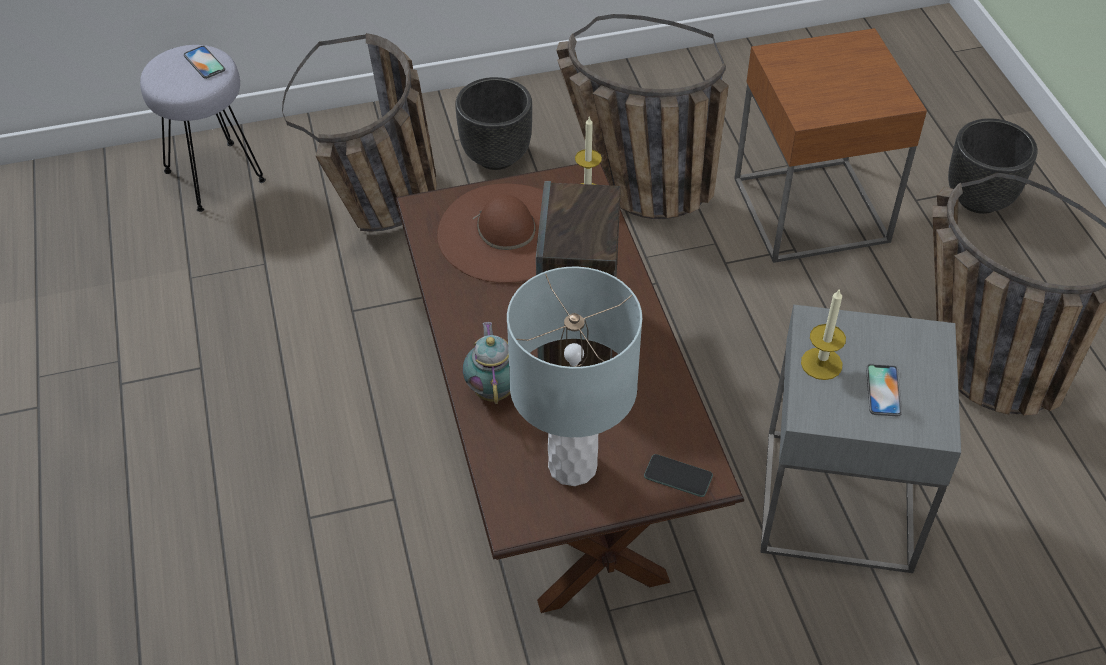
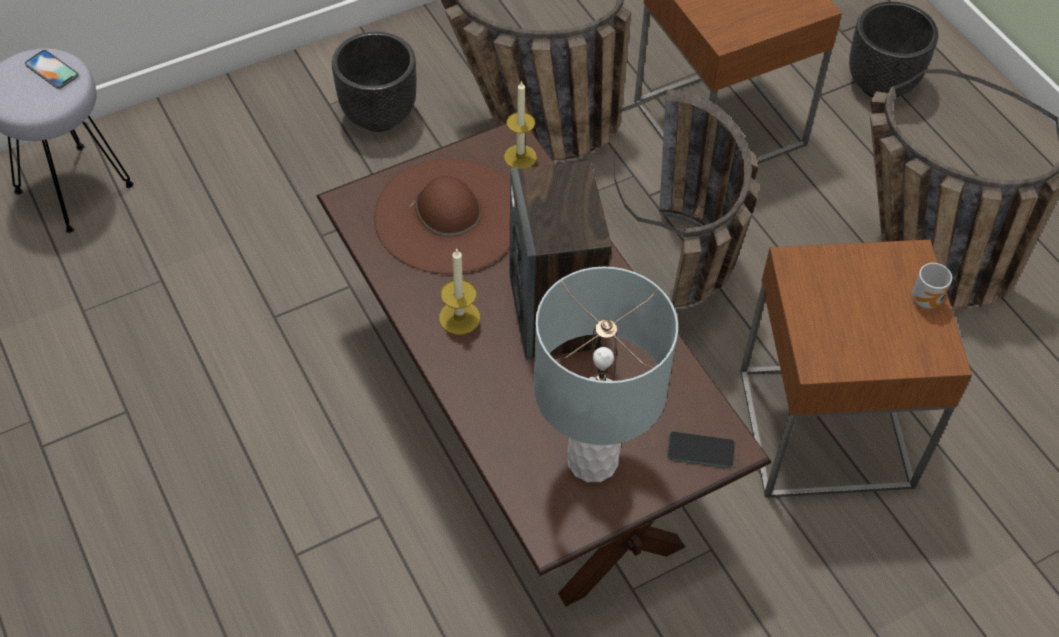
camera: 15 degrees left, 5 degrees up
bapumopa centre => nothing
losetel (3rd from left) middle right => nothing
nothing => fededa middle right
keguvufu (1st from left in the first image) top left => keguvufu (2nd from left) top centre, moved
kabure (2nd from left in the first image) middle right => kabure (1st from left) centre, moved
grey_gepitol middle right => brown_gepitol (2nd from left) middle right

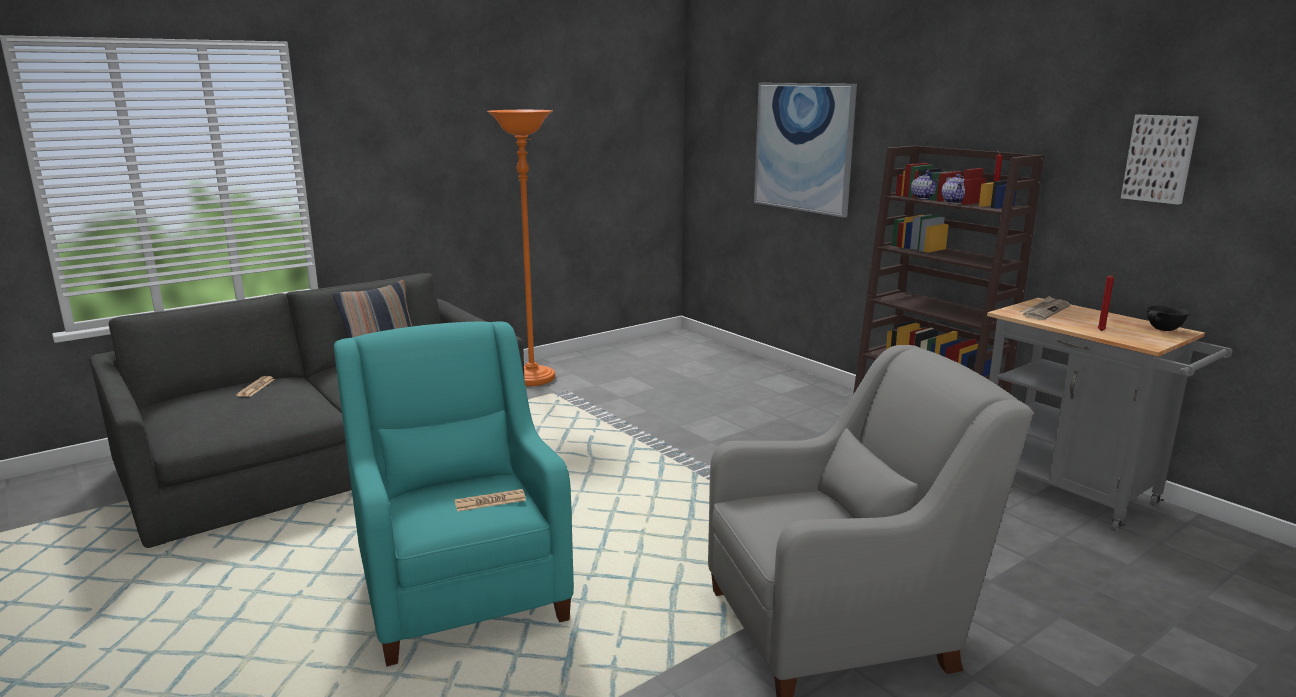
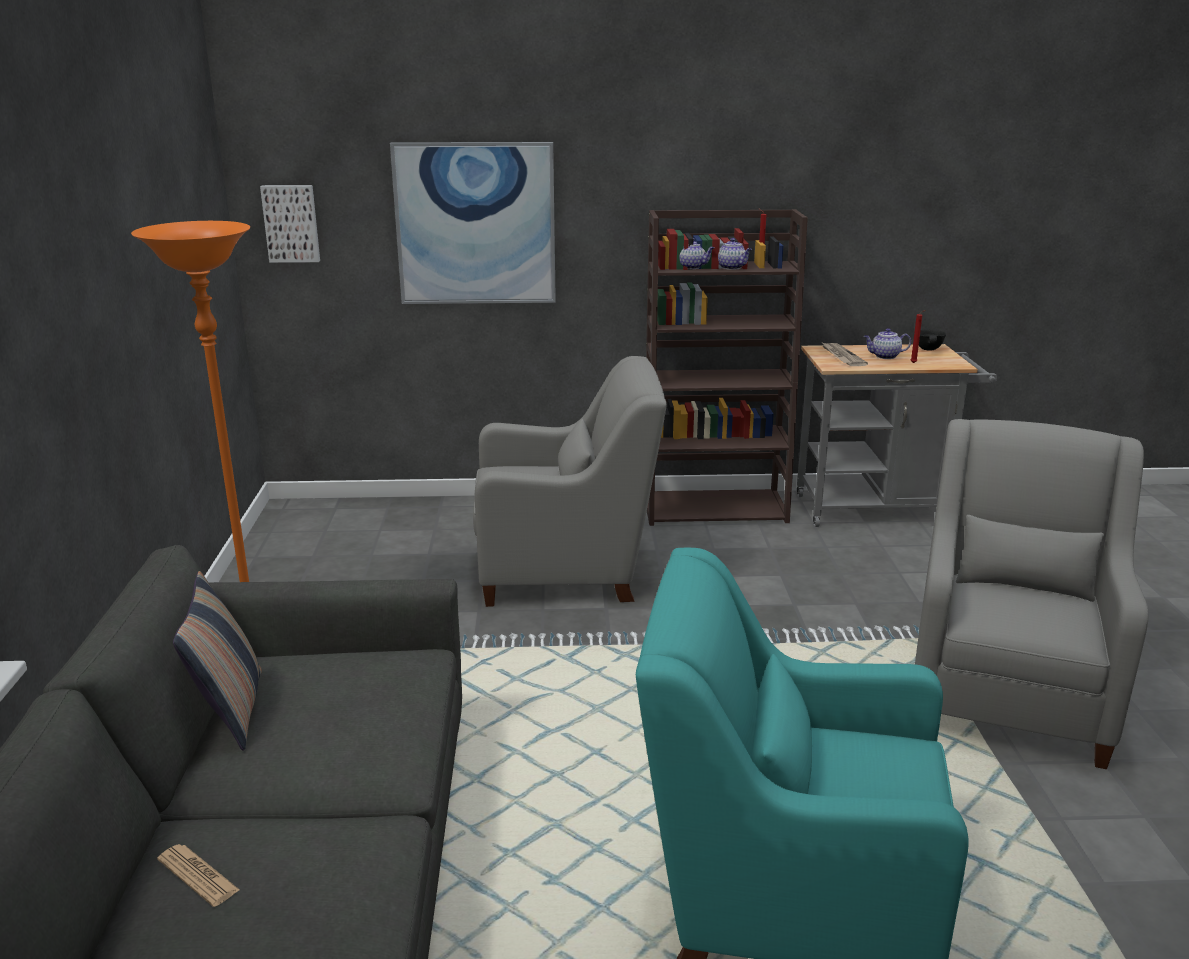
camera: 55 degrees left, 5 degrees up
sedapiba (2nd from left) bottom centre => nothing
nothing => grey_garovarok (1st from left) centre
nothing => bapumopa (3rd from left) middle right
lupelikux (2nd from left in the first image) top right => lupelikux (1st from left) top left, moved

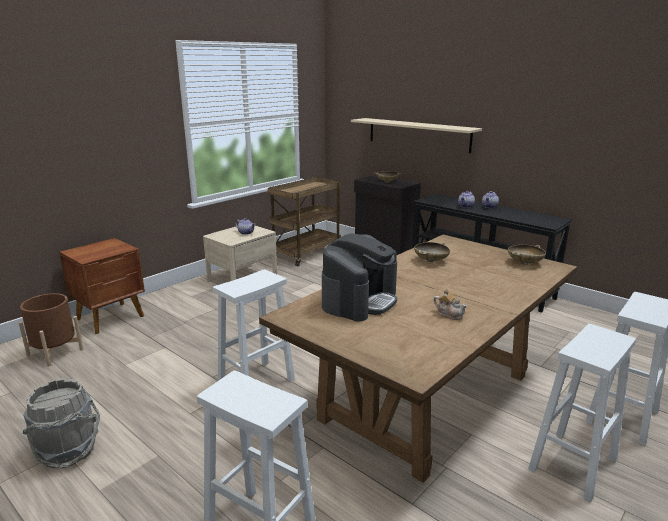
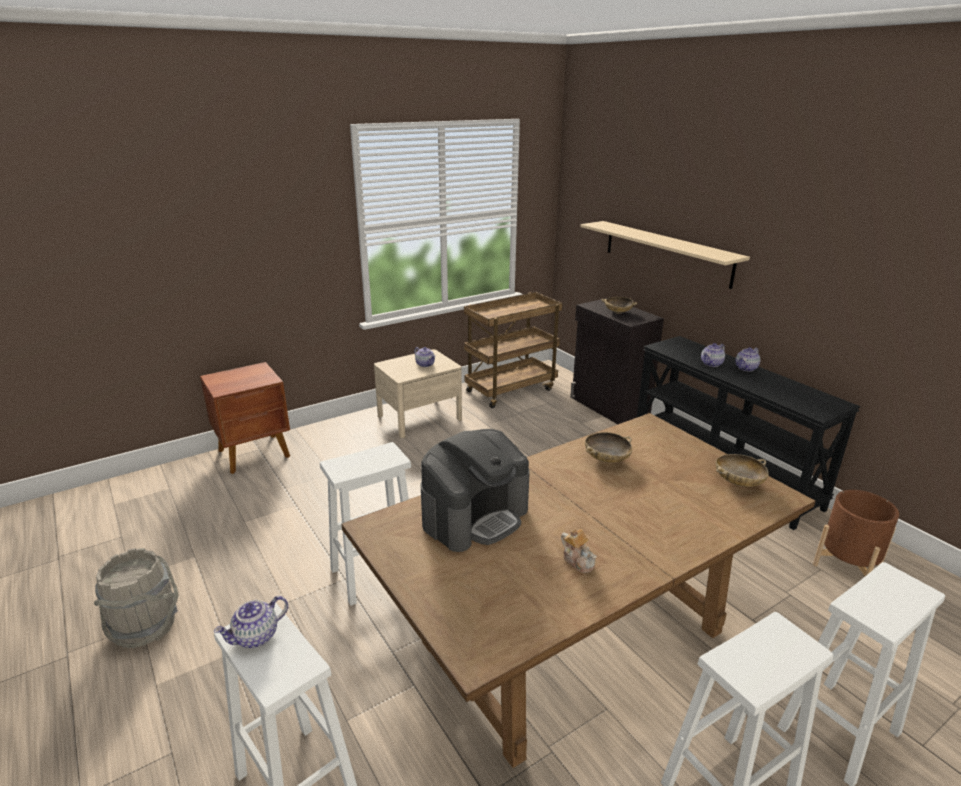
camera: 15 degrees right, 5 degrees up
nothing => bapumopa (1st from left) bottom left
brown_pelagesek middle left => brown_pelagesek bottom right, moved

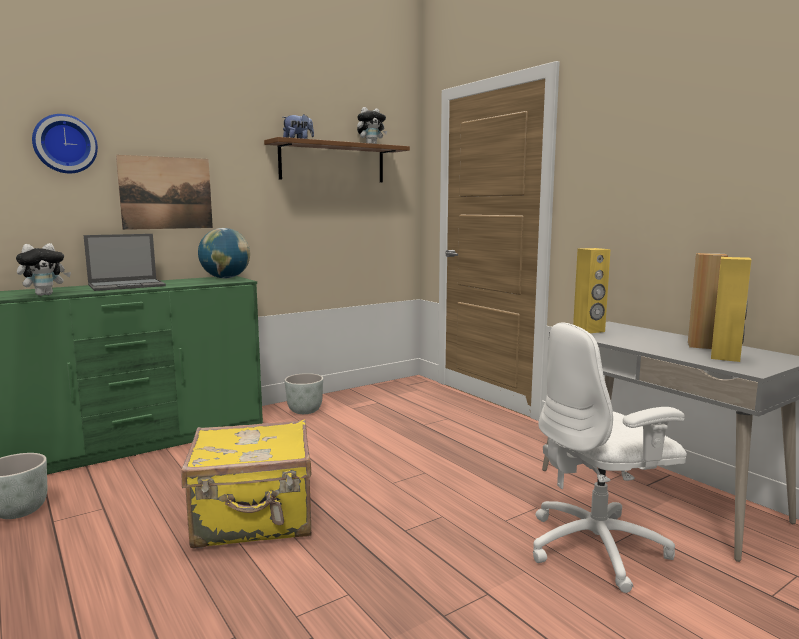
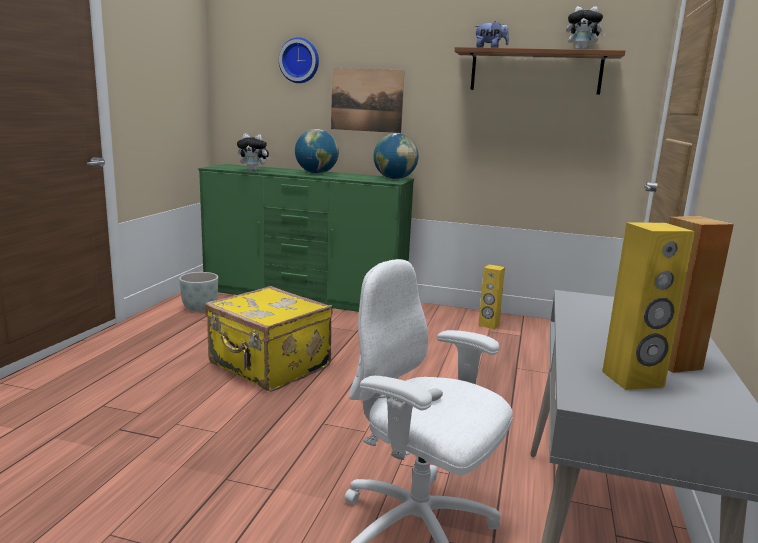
camera: 50 degrees right, 5 degrees up
grey_pelagesek (2nd from left) centre => nothing
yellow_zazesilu (1st from left) middle right => yellow_zazesilu (1st from left) centre, moved
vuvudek middle left => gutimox (1st from left) top centre

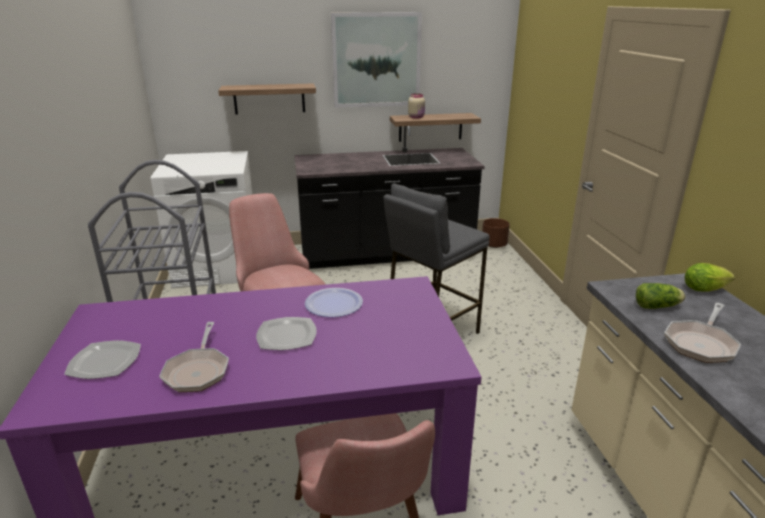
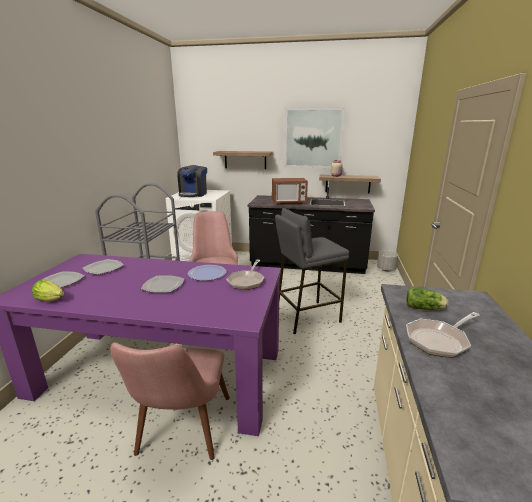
camera: 20 degrees right, 5 degrees down
nothing => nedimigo (2nd from left) middle left
nothing => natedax centre
nothing => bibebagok centre
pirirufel (1st from left) bottom left => pirirufel (1st from left) centre, moved
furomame (2nd from left in the first image) middle right => furomame (1st from left) middle left, moved
brown_pelagesek centre => grey_pelagesek middle right

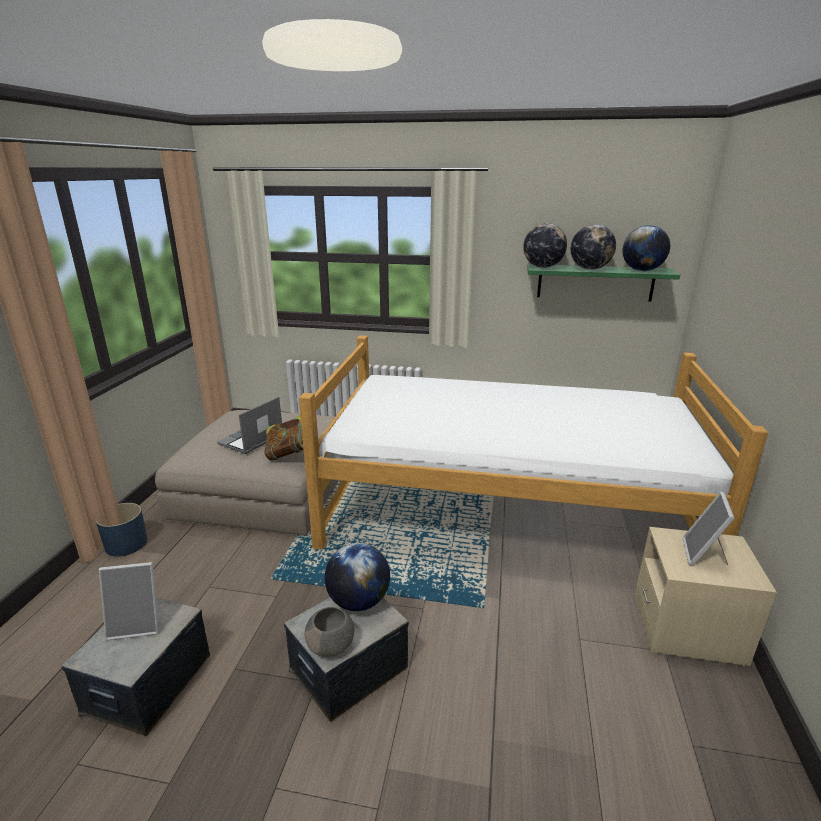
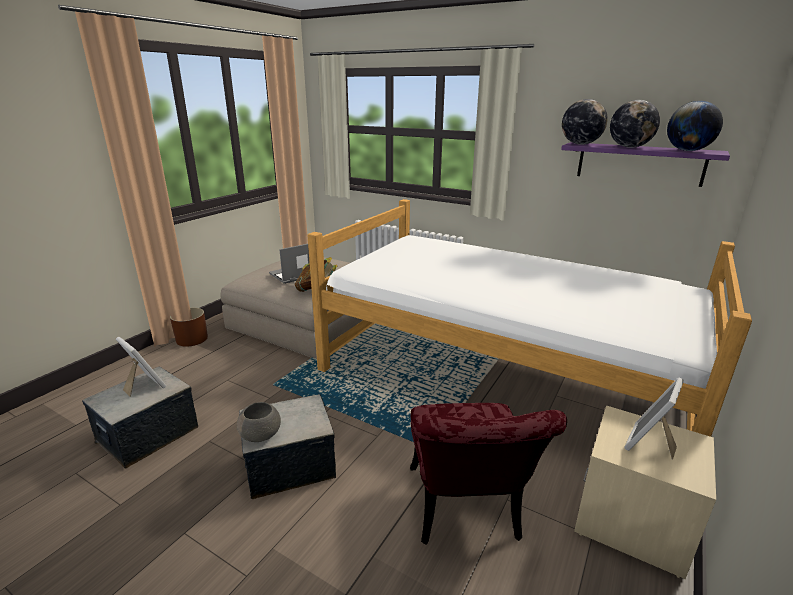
camera: 20 degrees right, 0 degrees up
gutimox (1st from left) bottom centre => nothing
nothing => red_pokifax bottom centre
blue_pelagesek middle left => brown_pelagesek middle left
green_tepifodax middle right => purple_tepifodax top right
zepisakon (1st from left) bottom left => zepisakon (1st from left) middle left, 150 degrees counterclockwise

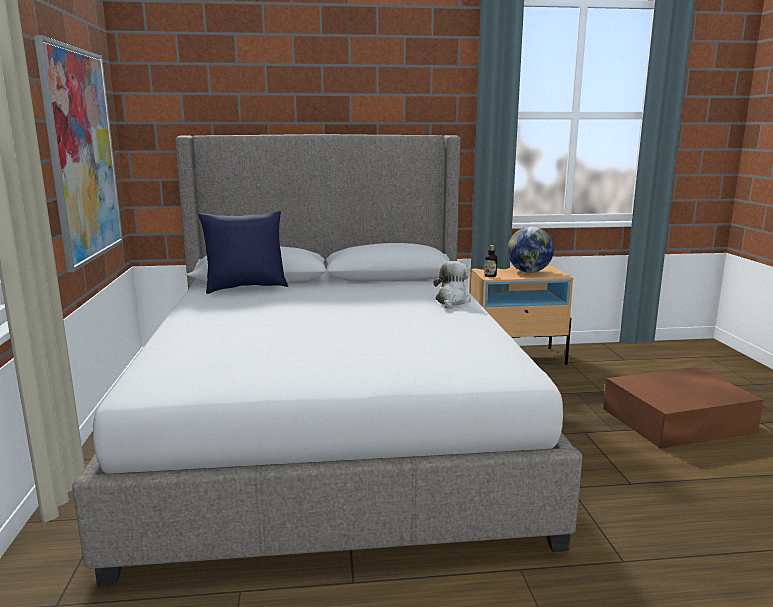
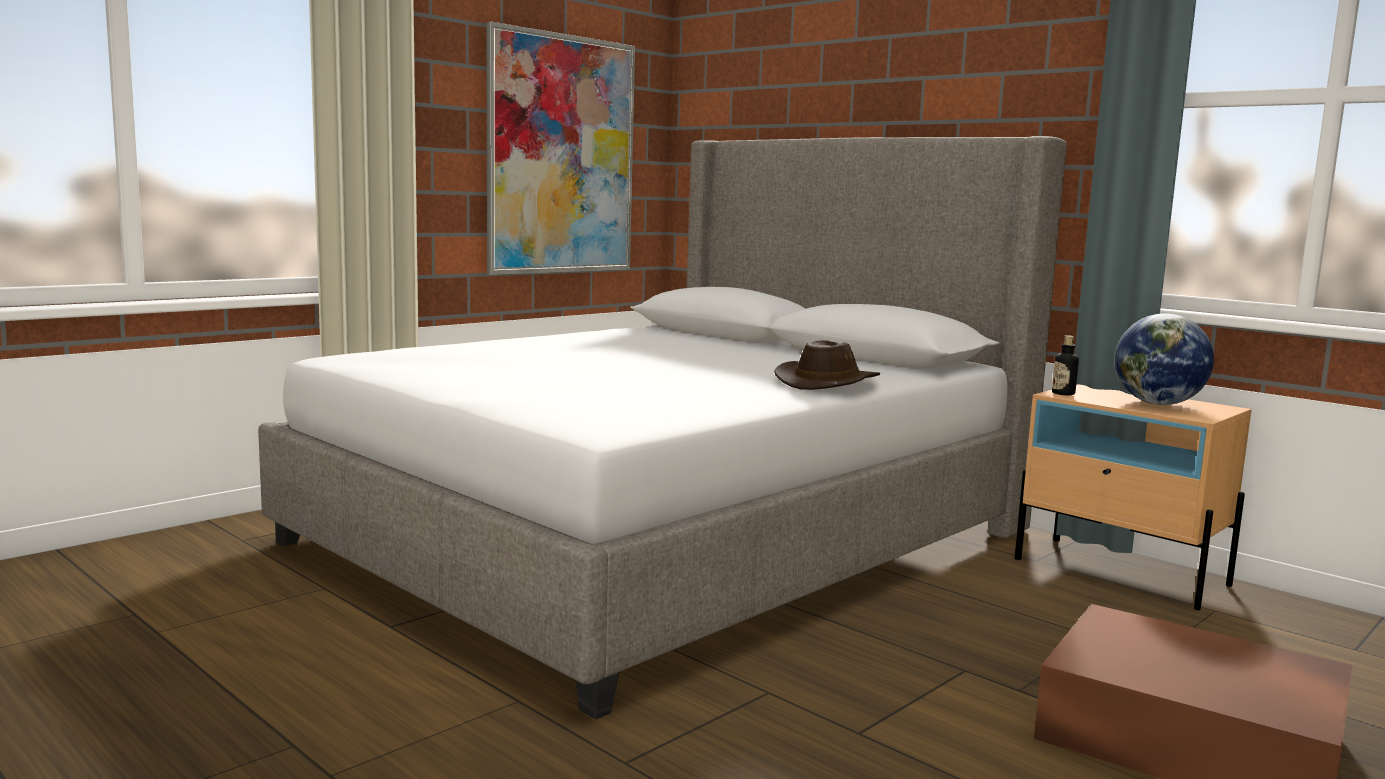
camera: 50 degrees right, 5 degrees down
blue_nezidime middle left => nothing
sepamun centre => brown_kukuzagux centre

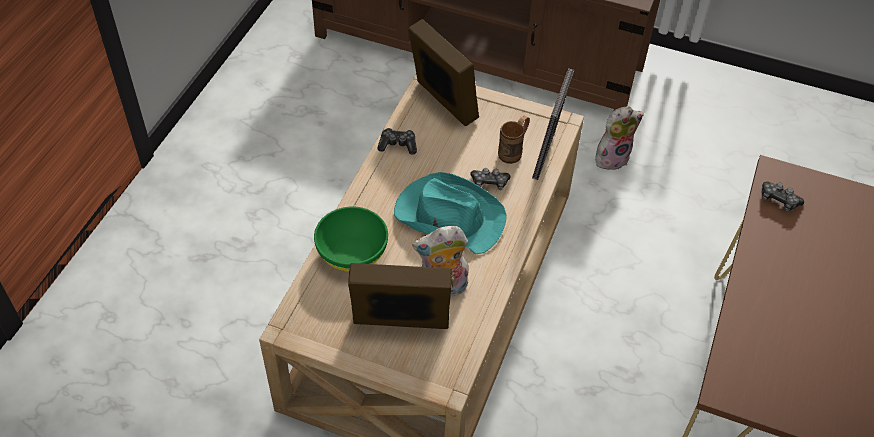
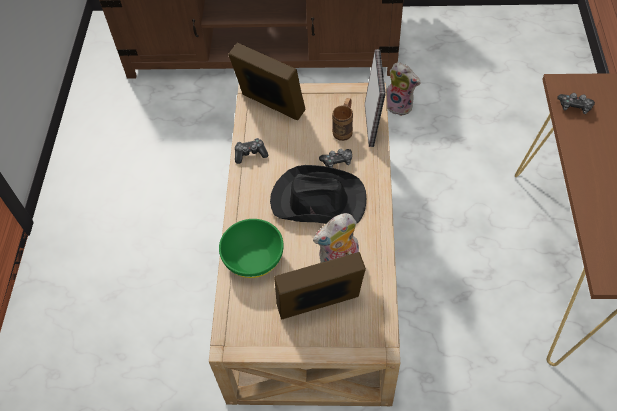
camera: 15 degrees left, 5 degrees up
turquoise_kukuzagux centre => black_kukuzagux centre
sepamun (2nd from left) top right => sepamun (2nd from left) top centre, 75 degrees clockwise

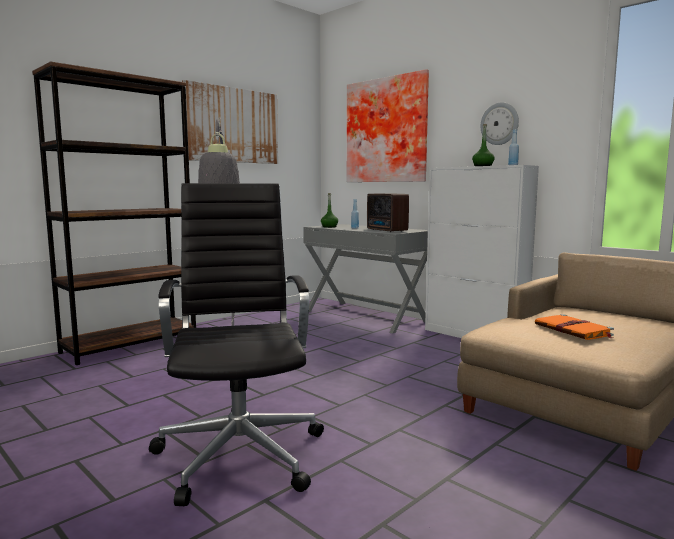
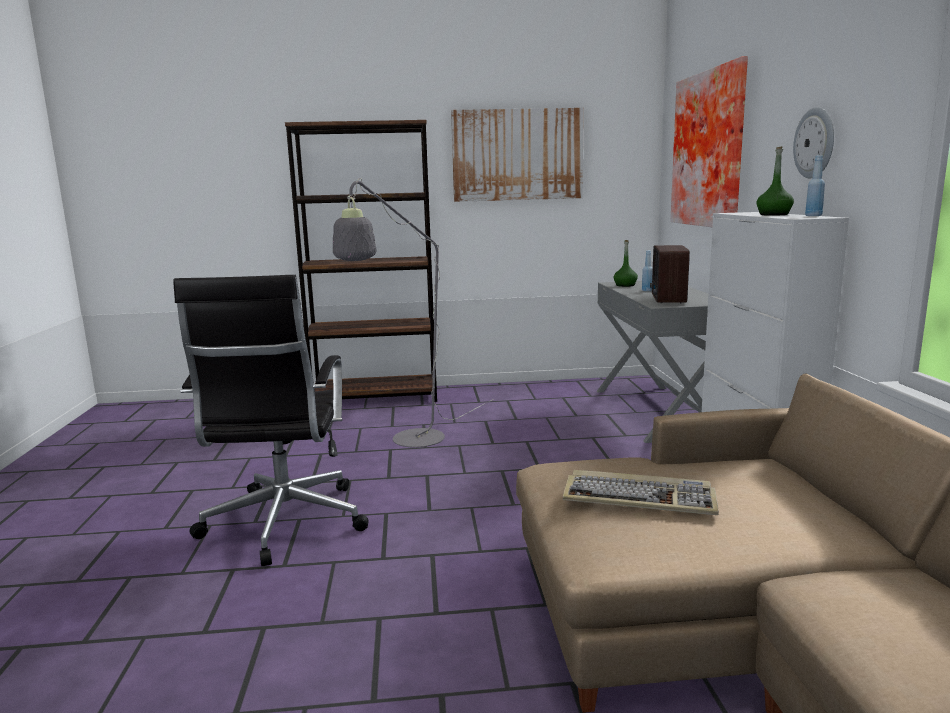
camera: 40 degrees right, 5 degrees up
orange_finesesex middle right => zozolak bottom right
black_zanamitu centre => black_zanamitu middle left, 150 degrees clockwise

